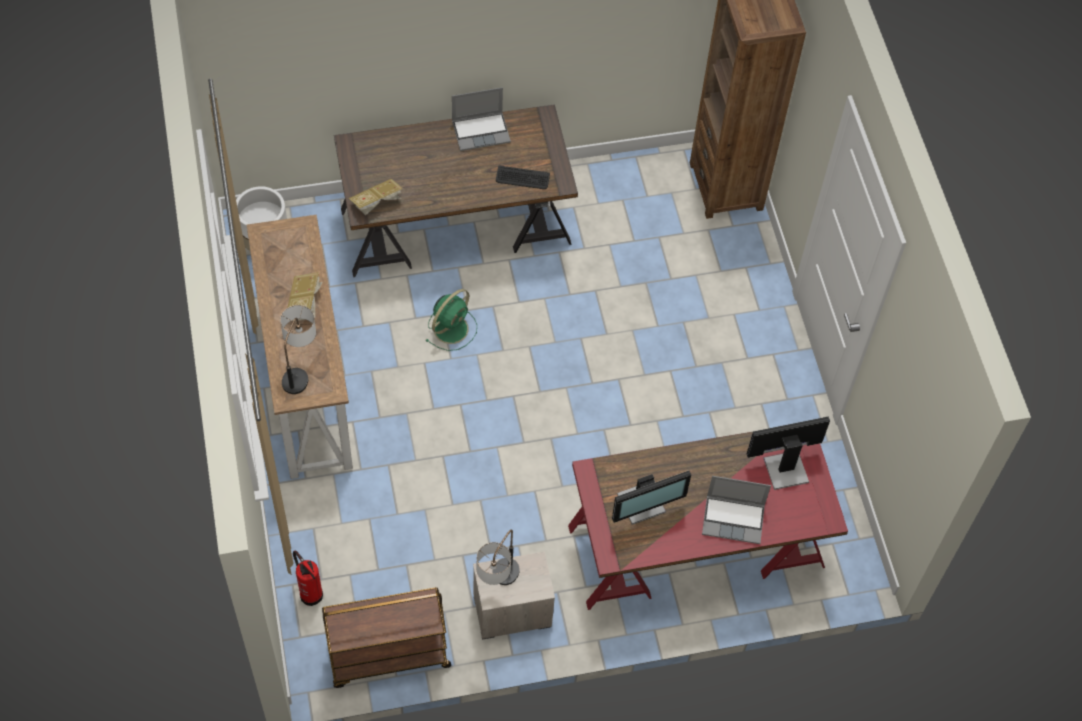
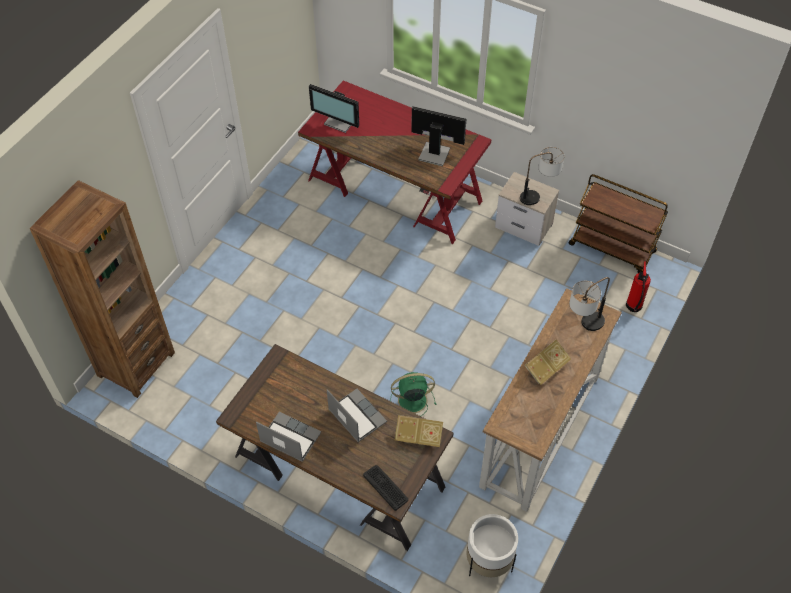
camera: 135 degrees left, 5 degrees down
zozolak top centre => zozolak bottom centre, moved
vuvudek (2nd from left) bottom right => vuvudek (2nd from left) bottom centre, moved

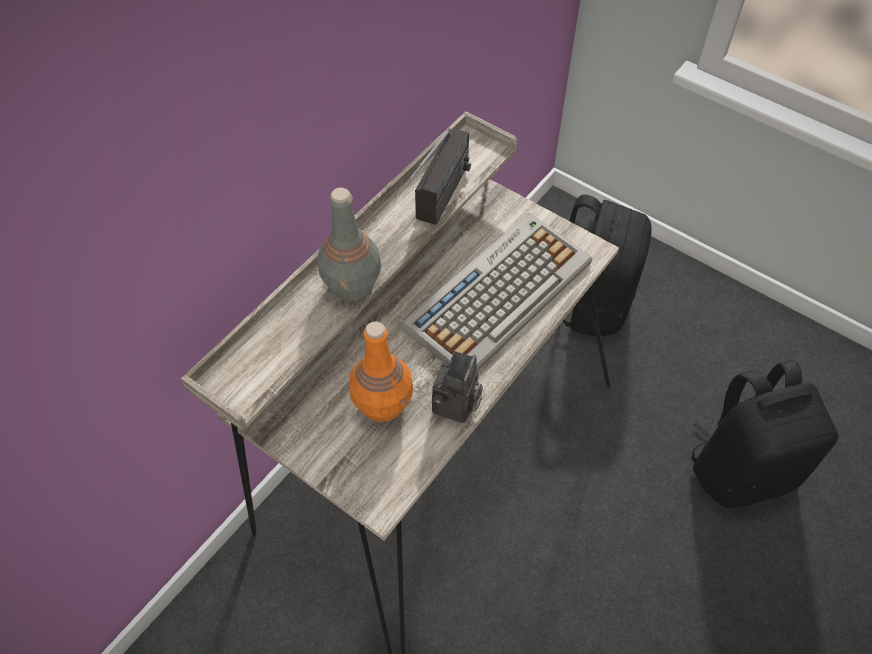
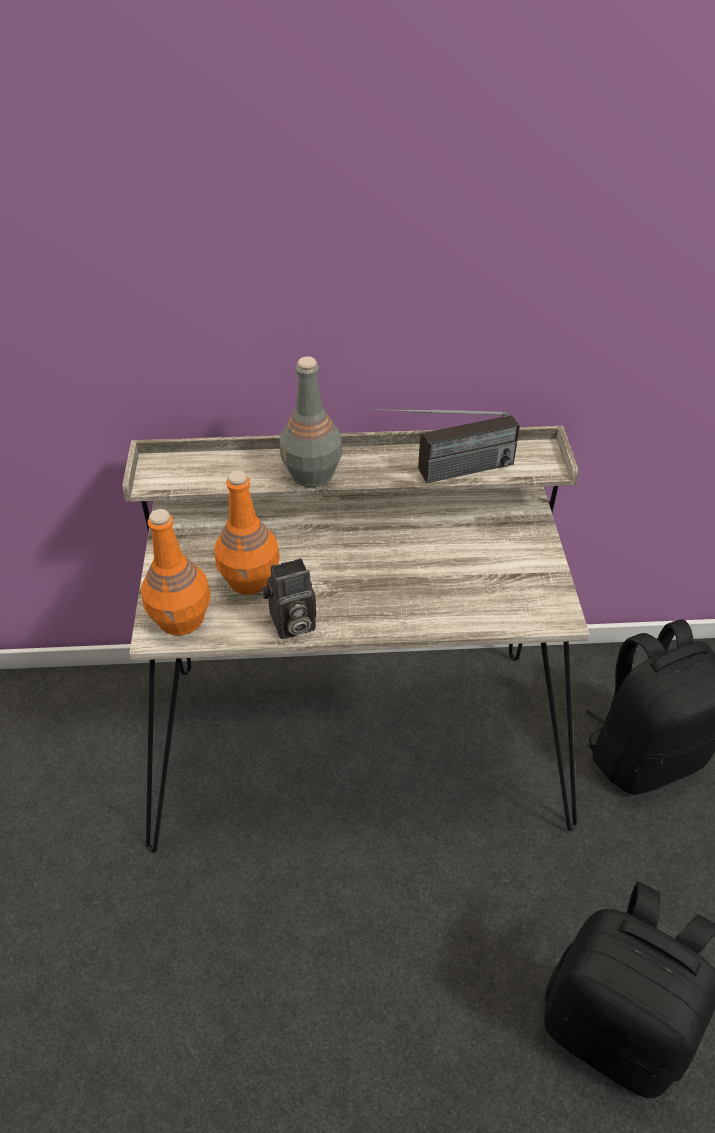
camera: 50 degrees right, 10 degrees down
zozolak centre => nothing
nothing => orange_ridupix (1st from left) middle left

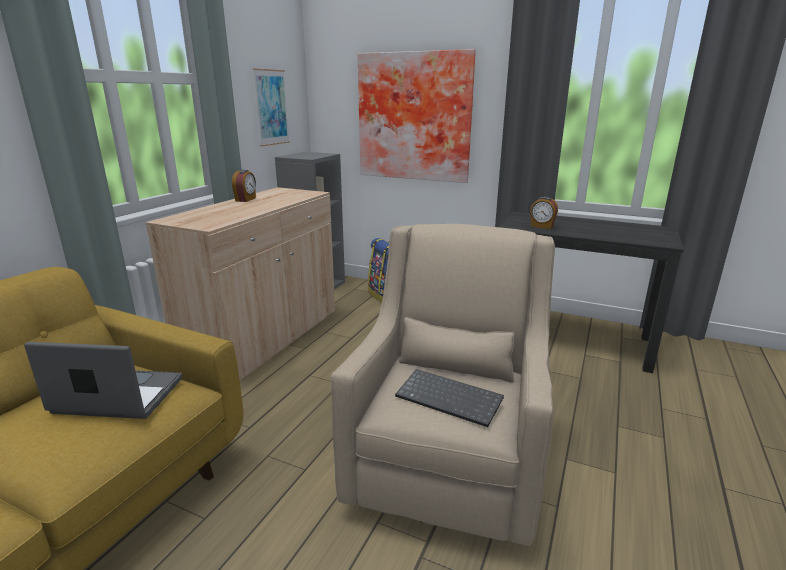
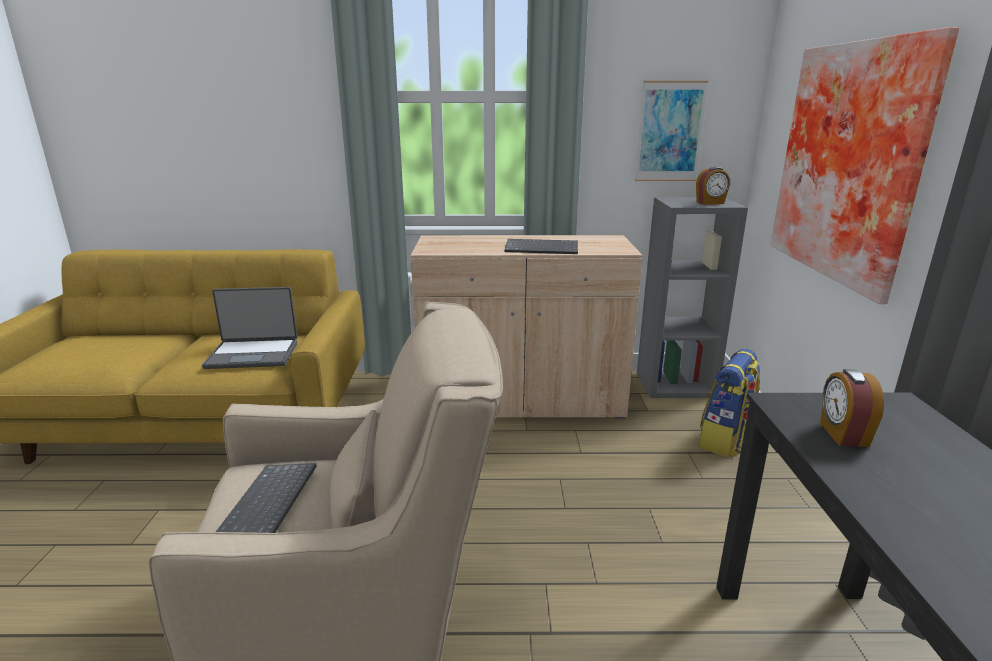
camera: 65 degrees right, 0 degrees up
nothing => zozolak (2nd from left) centre
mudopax (1st from left) top left => mudopax (1st from left) top right, moved
vuvudek bottom left => vuvudek middle left, 105 degrees clockwise

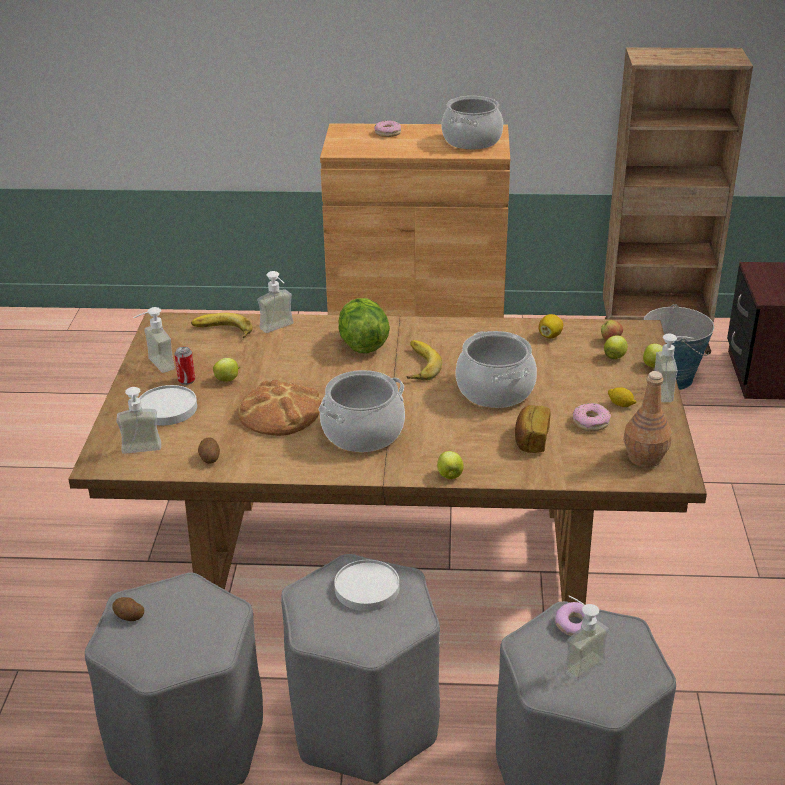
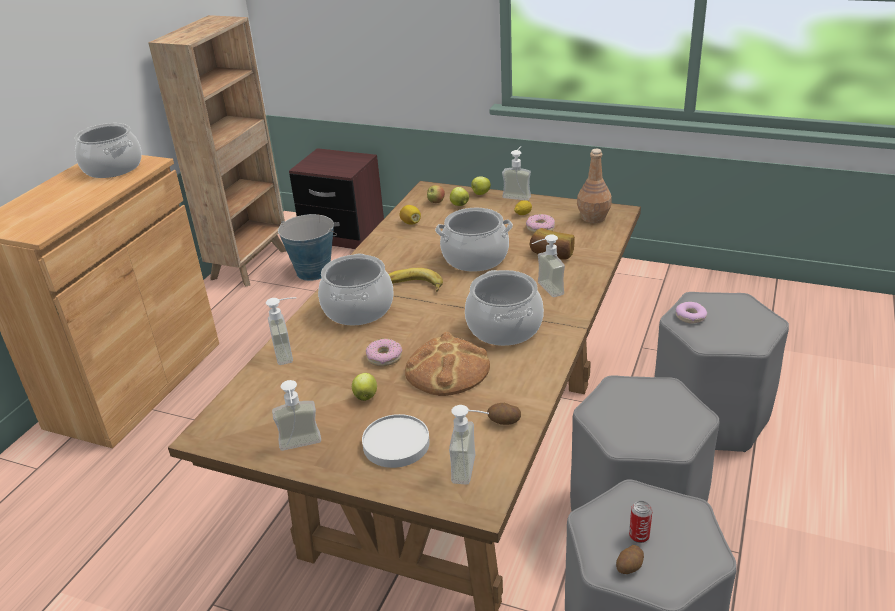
camera: 70 degrees left, 0 degrees up
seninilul (1st from left) middle left => nothing
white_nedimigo (2nd from left) bottom centre => nothing
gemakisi (2nd from left) centre => nothing
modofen middle left => modofen bottom right, moved
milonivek (1st from left) top centre => milonivek (1st from left) centre, moved
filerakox (4th from left in the first image) bottom right => filerakox (5th from left) centre, moved
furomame centre => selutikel (2nd from left) centre

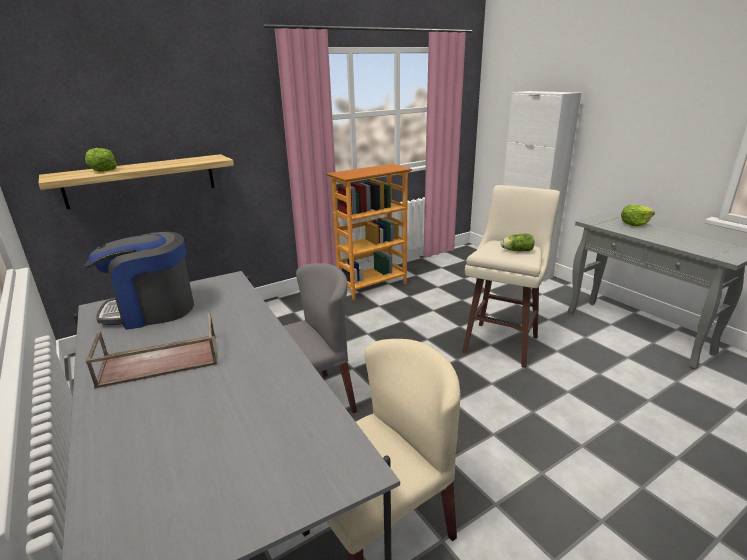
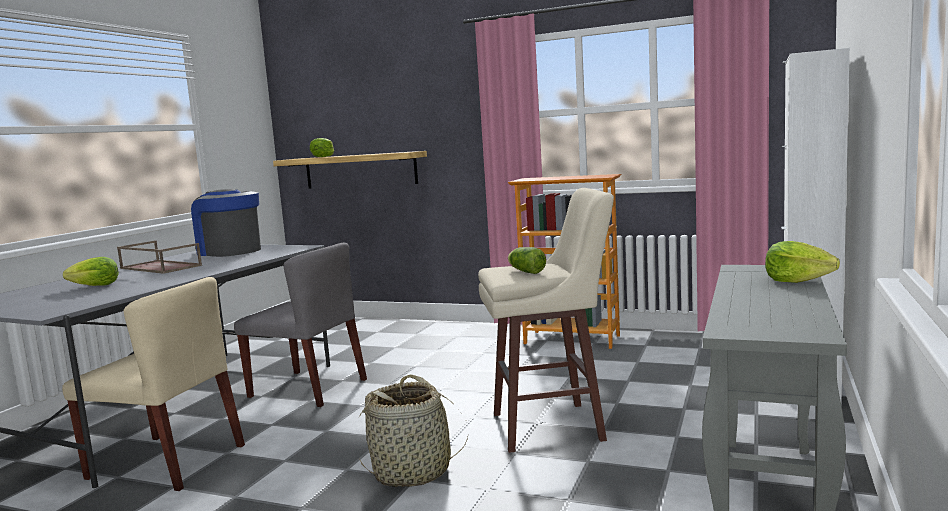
camera: 55 degrees right, 15 degrees down
nothing => furomame (1st from left) middle left
nothing => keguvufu bottom centre

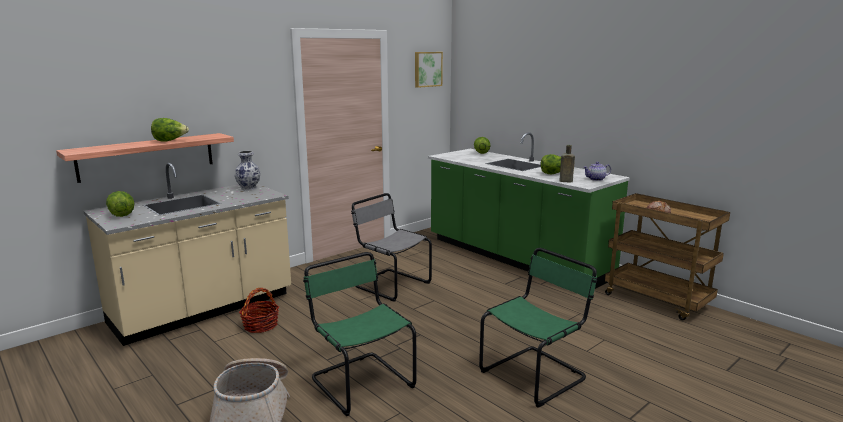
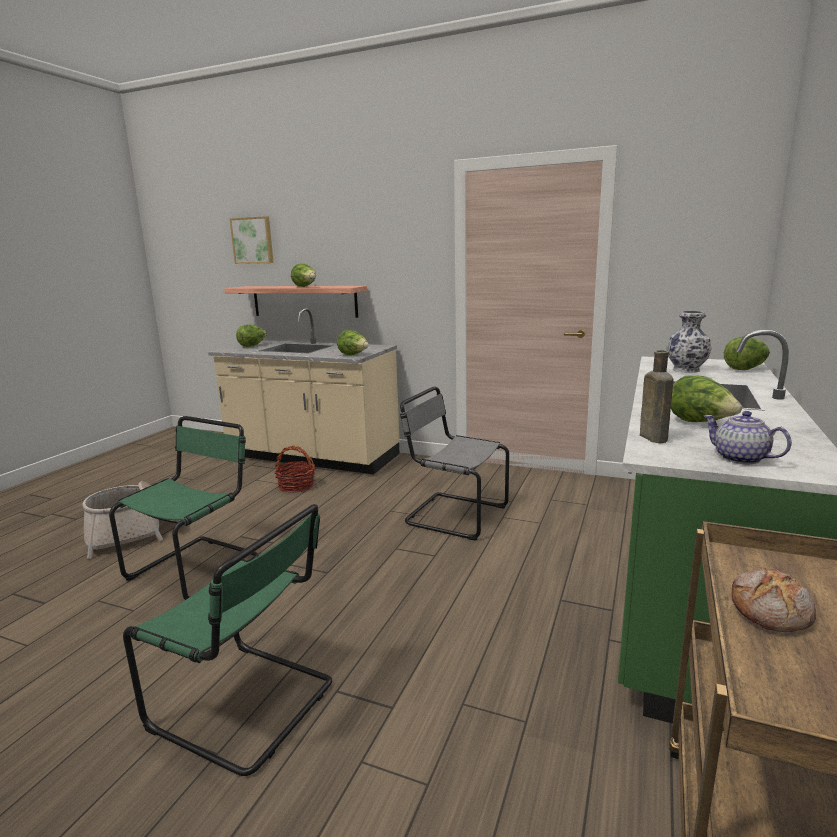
camera: 65 degrees right, 0 degrees up
nothing => furomame (3rd from left) centre
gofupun middle left => gofupun middle right, moved
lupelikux top centre => lupelikux top left, moved
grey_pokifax centre, 75 degrees counterclockwise

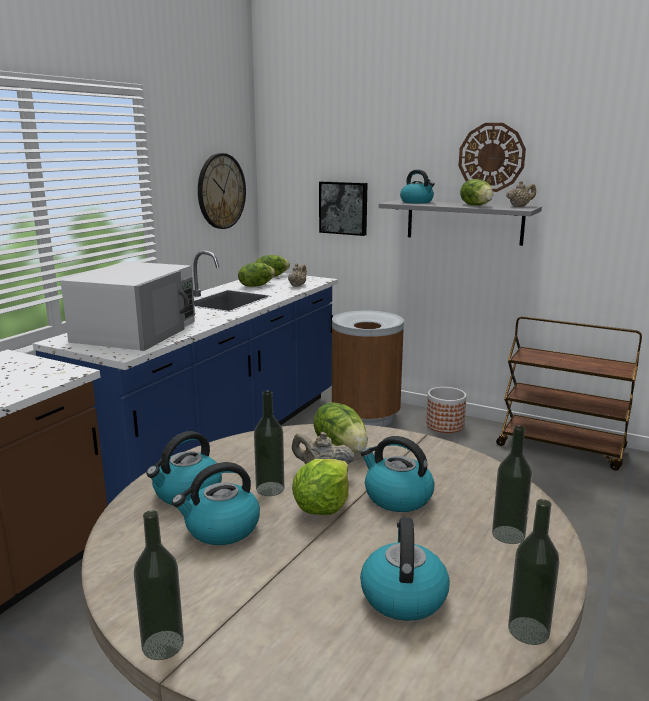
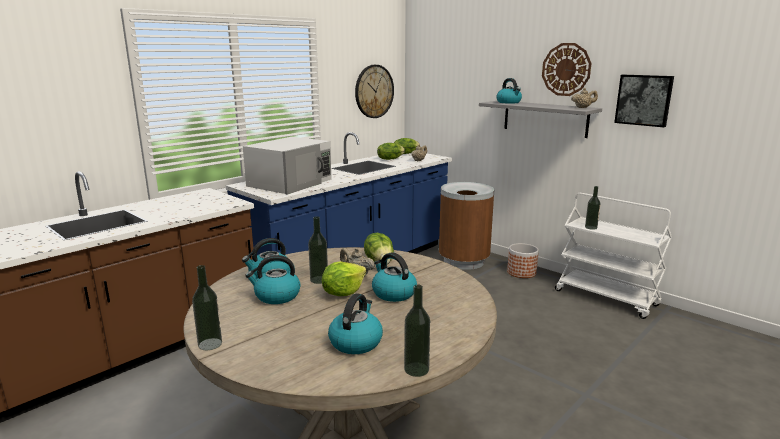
camera: 15 degrees right, 0 degrees up
furomame (5th from left) top right => nothing
lupelikux top centre => lupelikux top right, moved
ridupix (3rd from left in the first image) bottom right => ridupix (4th from left) middle right, moved
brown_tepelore middle right => white_tepelore middle right

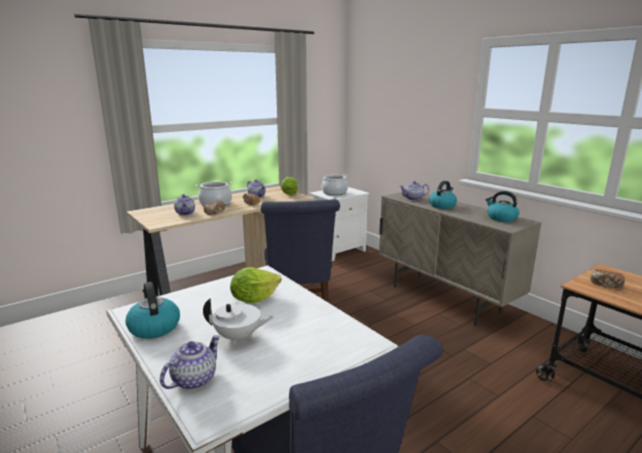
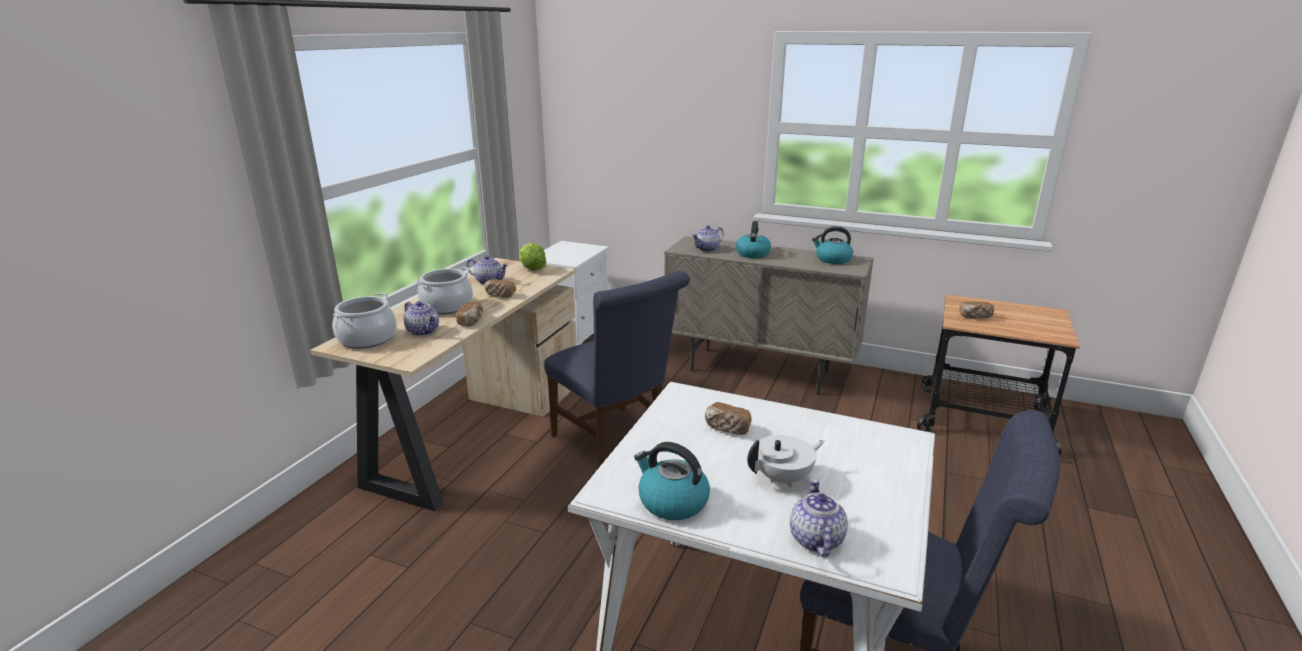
camera: 30 degrees left, 5 degrees up
selutikel (2nd from left in the first image) centre => selutikel (1st from left) middle left, moved
furomame (1st from left) centre => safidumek (3rd from left) centre

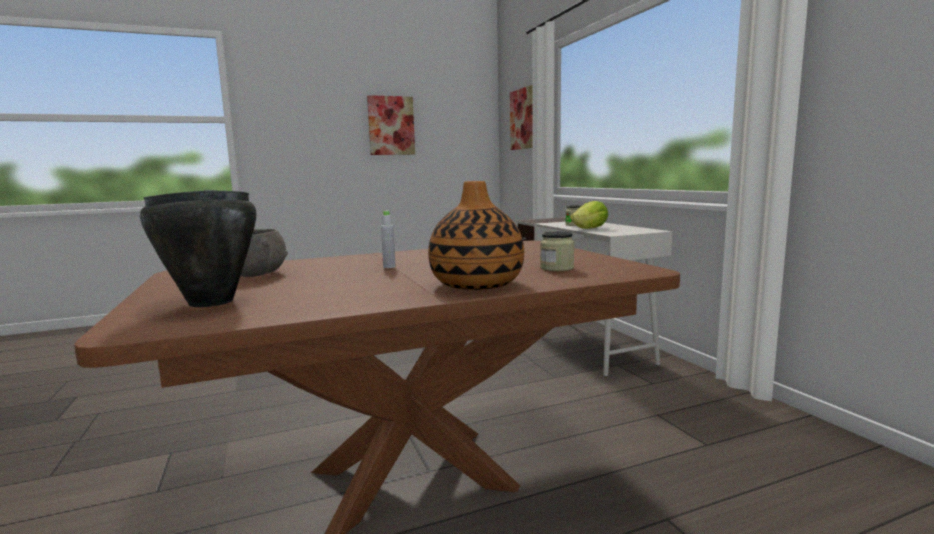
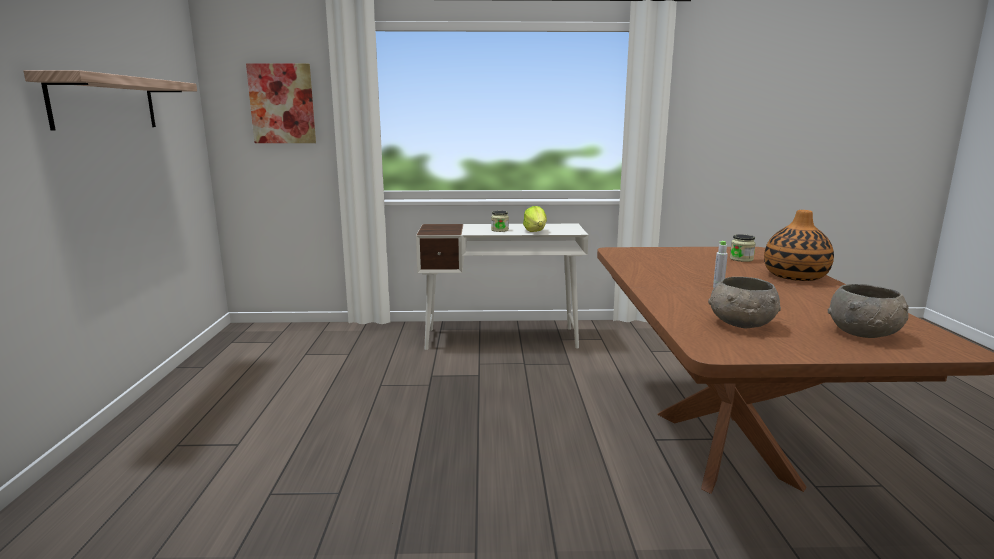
camera: 70 degrees left, 5 degrees up
black_selutikel middle left => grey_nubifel (2nd from left) middle right
lupelikux (1st from left) top centre => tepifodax top left

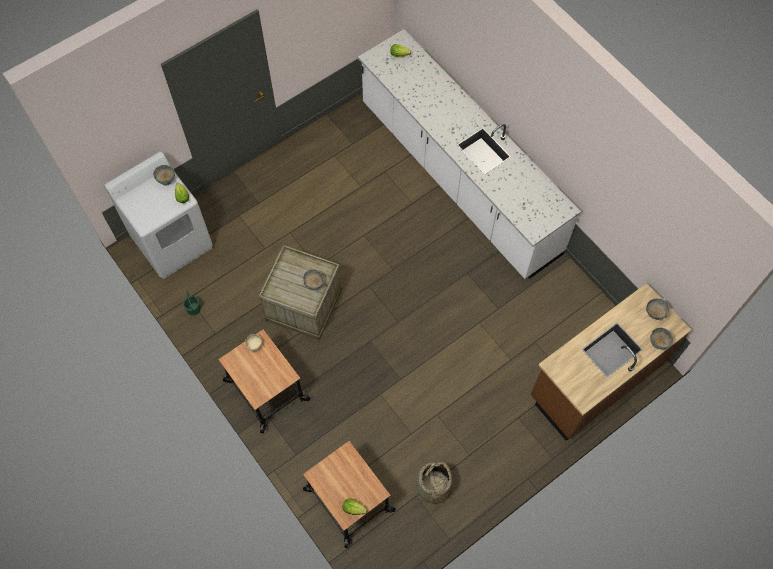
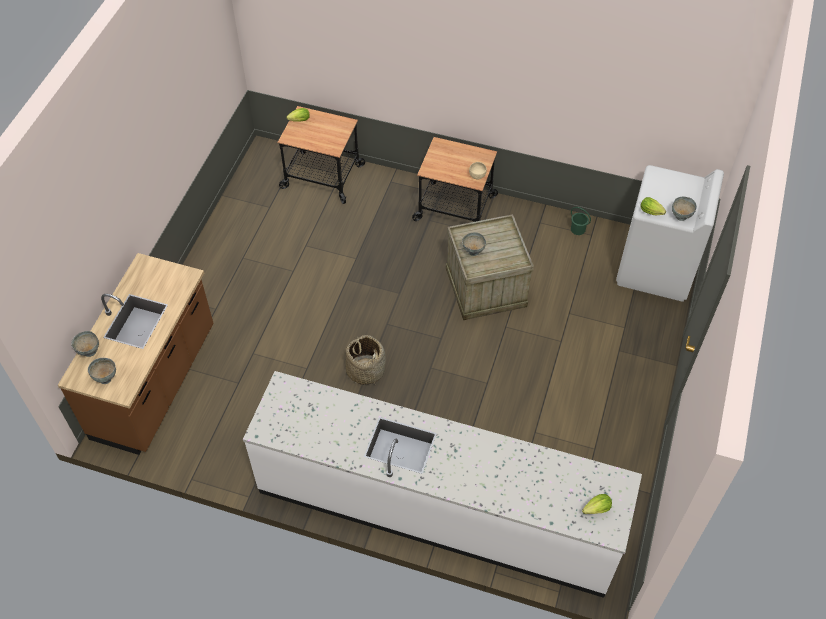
camera: 145 degrees right, 10 degrees down
keguvufu bottom centre => keguvufu centre, moved

